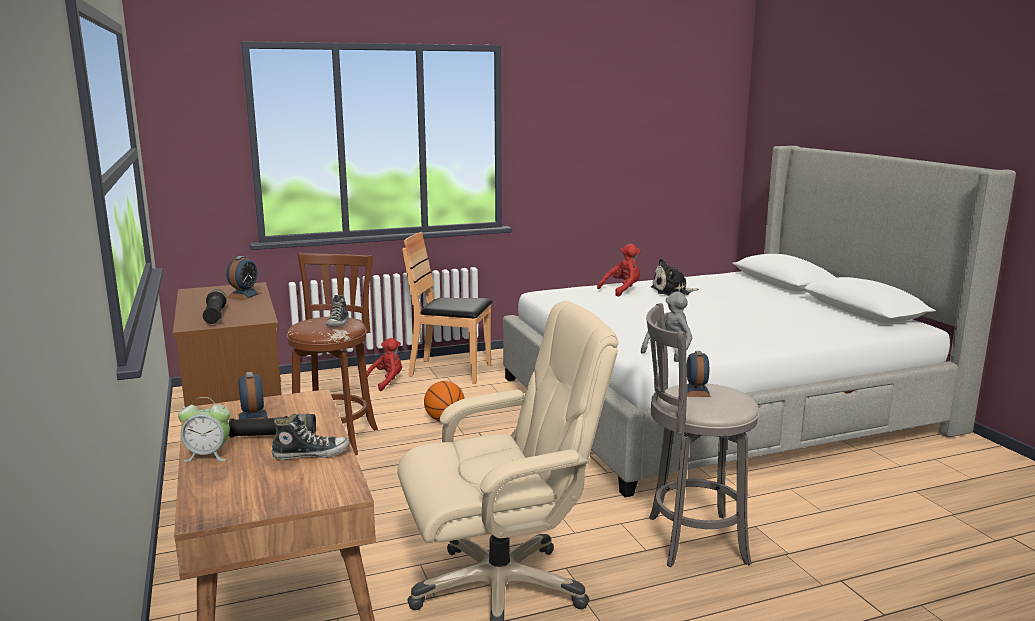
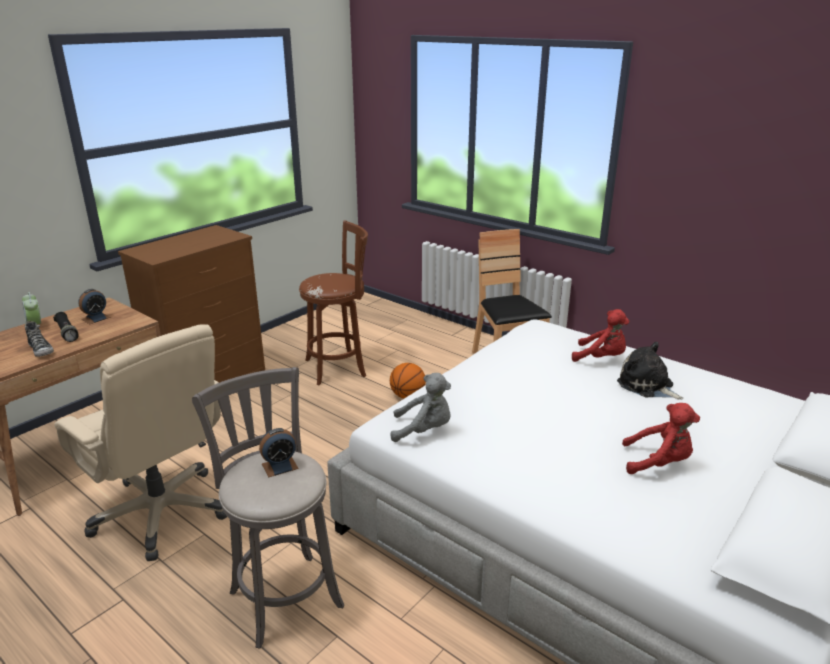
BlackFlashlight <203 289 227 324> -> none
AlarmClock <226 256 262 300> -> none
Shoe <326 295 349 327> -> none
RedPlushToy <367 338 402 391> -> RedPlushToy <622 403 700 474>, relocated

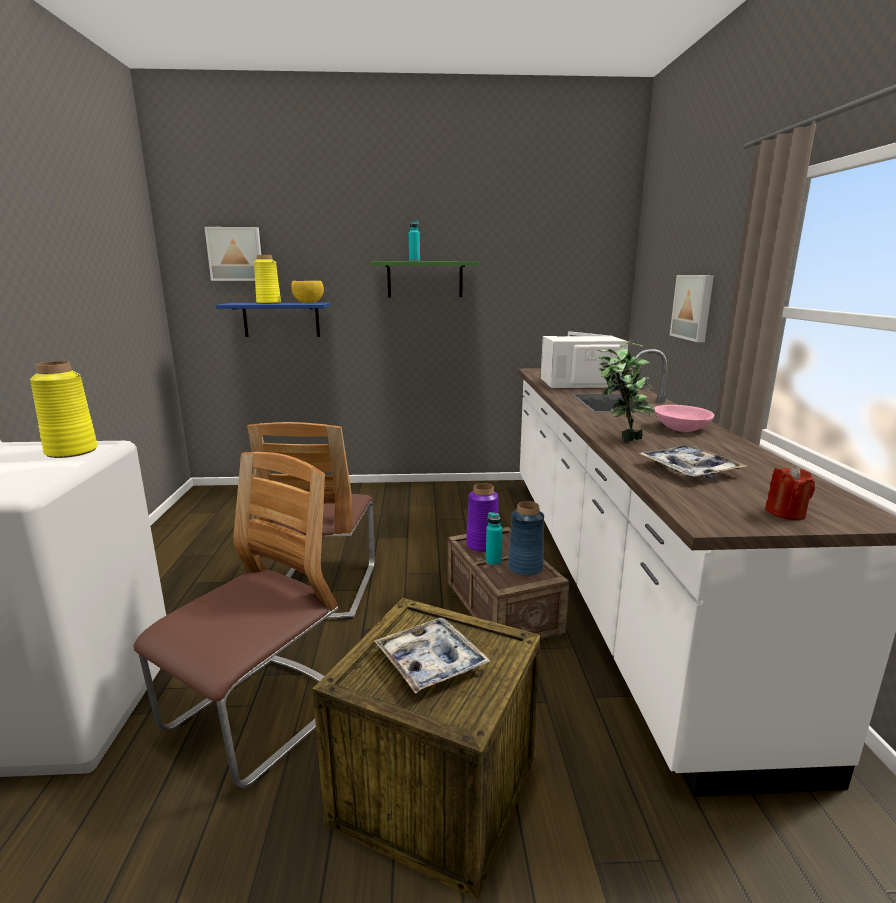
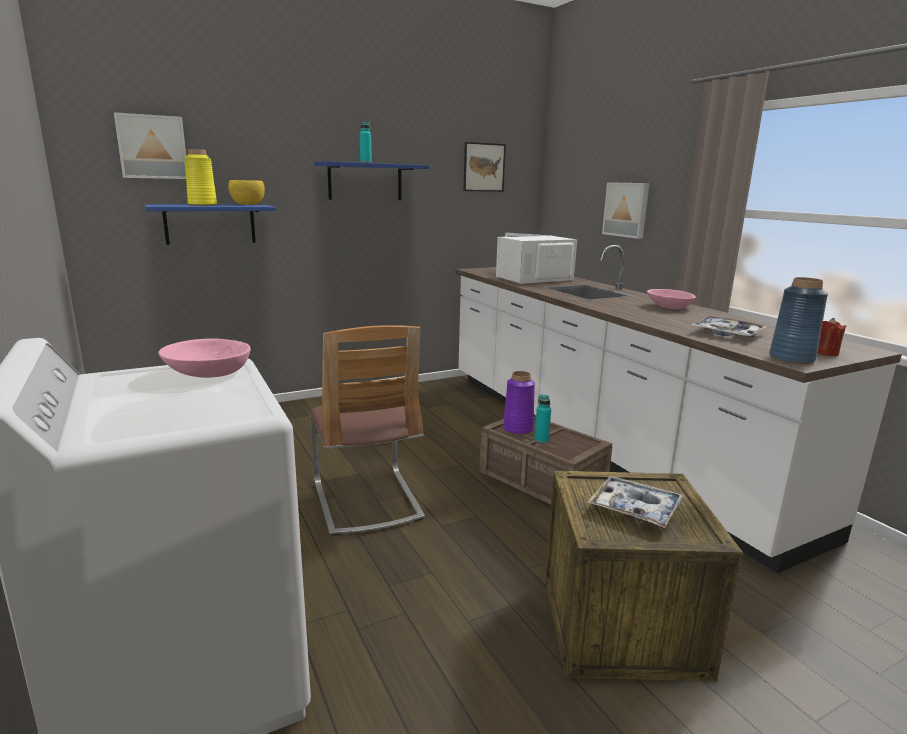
Chair <134 452 338 788> -> none
PottedPlant <597 341 657 441> -> none
none -> Picture <463 142 506 192>
BlueVase <508 501 544 576> -> BlueVase <769 277 828 364>, relocated
YellowVase <30 361 98 458> -> PinkBowl <158 339 251 378>
GreenShelf <371 261 479 297> -> BlueShelf <314 161 429 200>

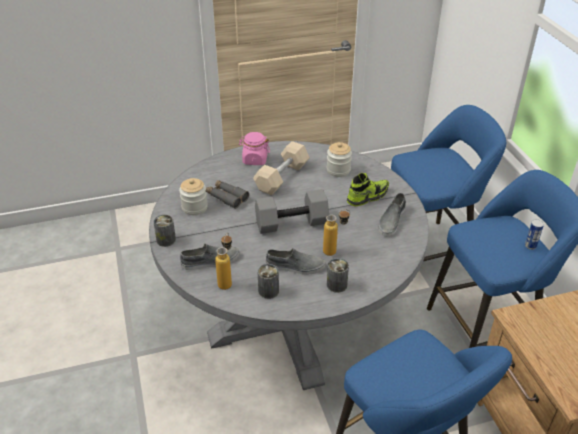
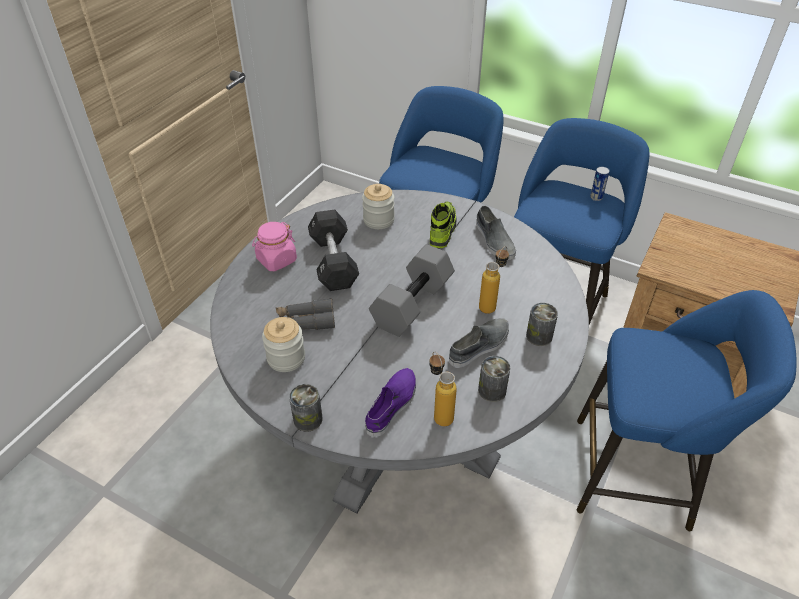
GreyShoe <180 244 239 270> -> PurpleShoe <365 368 416 437>
BeigeDumbbell <253 141 310 195> -> BlackDumbbell <308 210 359 291>

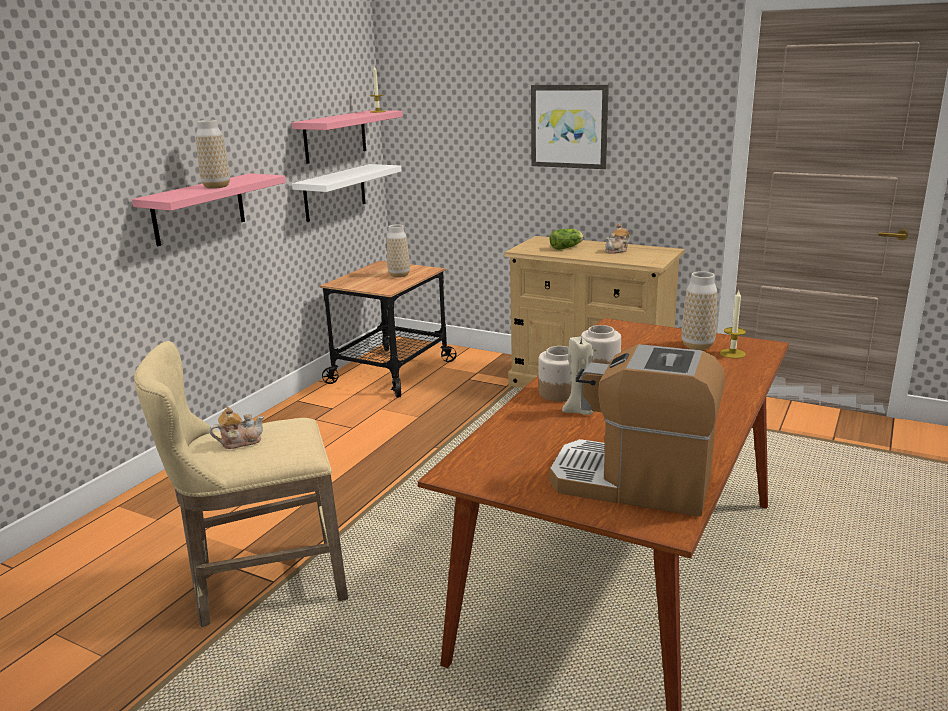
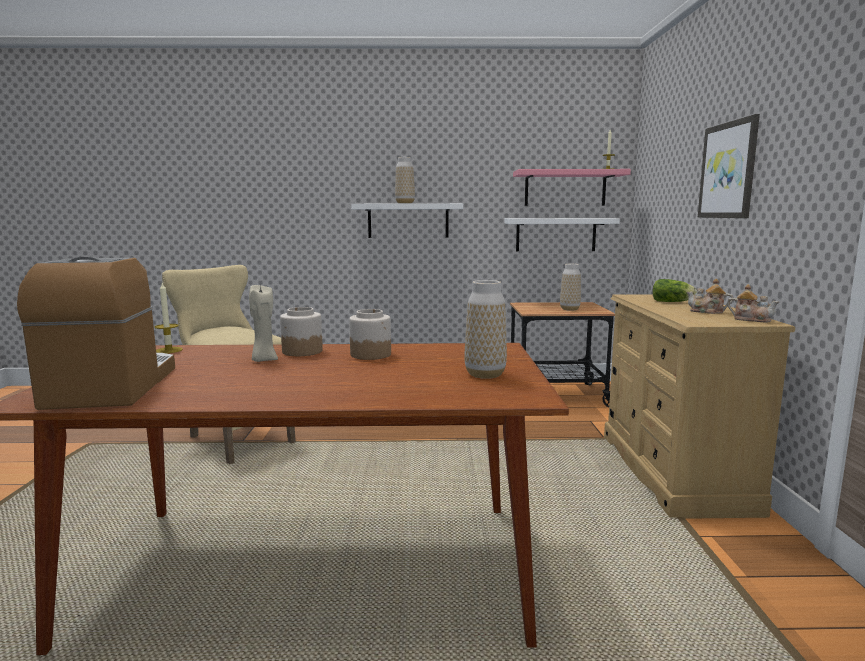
Teapot <209 407 265 449> -> Teapot <727 284 779 322>, relocated
Candle <720 291 746 358> -> Candle <154 283 183 354>, relocated
PinkShelf <132 173 286 246> -> WhiteShelf <351 203 463 238>

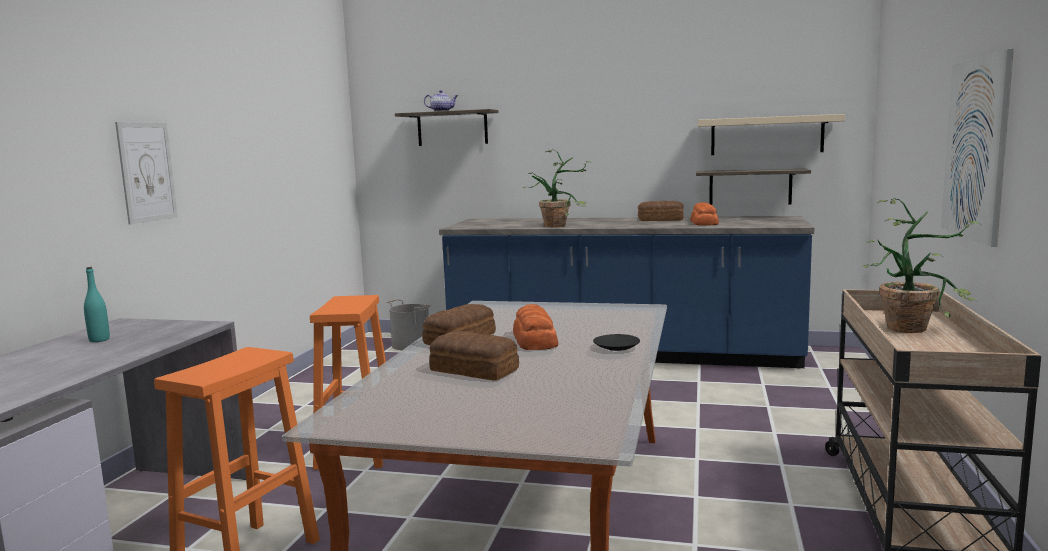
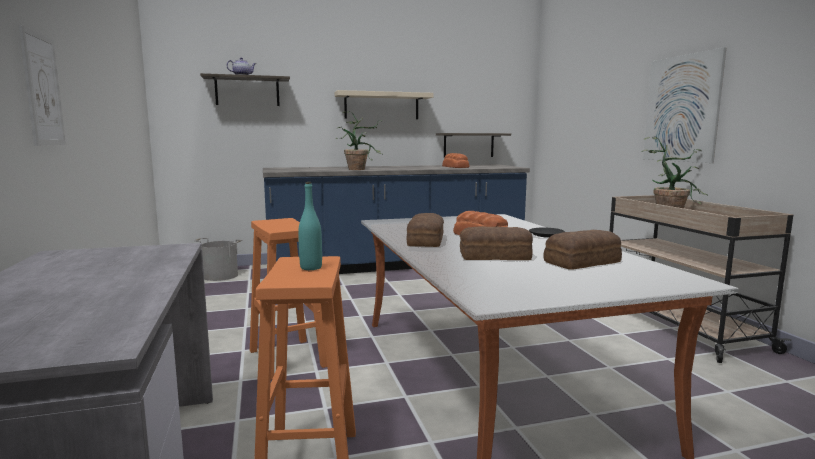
TurquoiseBottle <84 267 110 342> -> TurquoiseBottle <298 182 322 270>, relocated
Bread <638 201 684 221> -> Bread <543 230 622 270>, relocated
BeigeShelf <698 114 845 155> -> BeigeShelf <335 90 434 119>, relocated

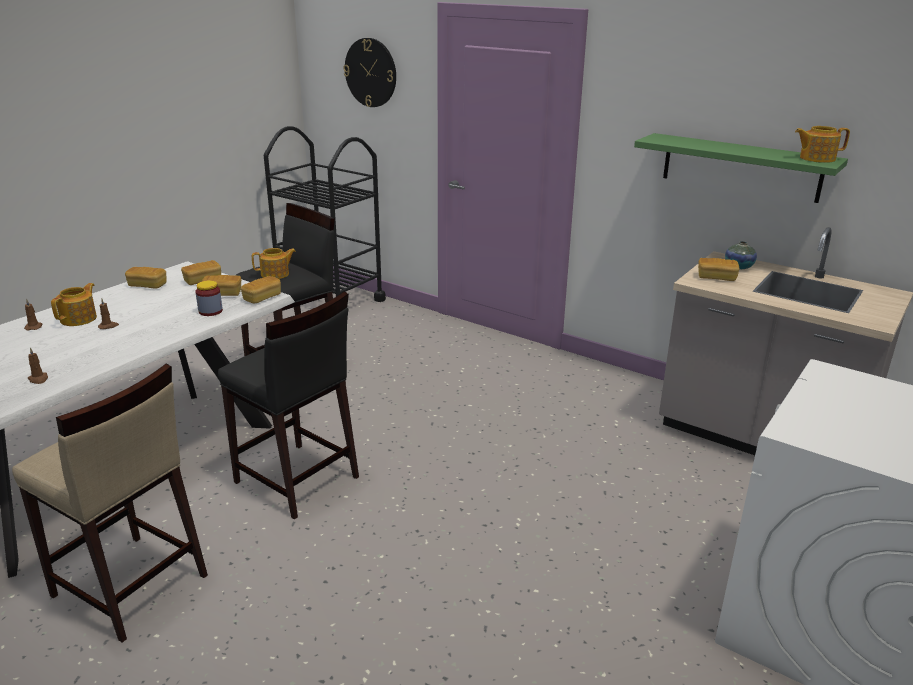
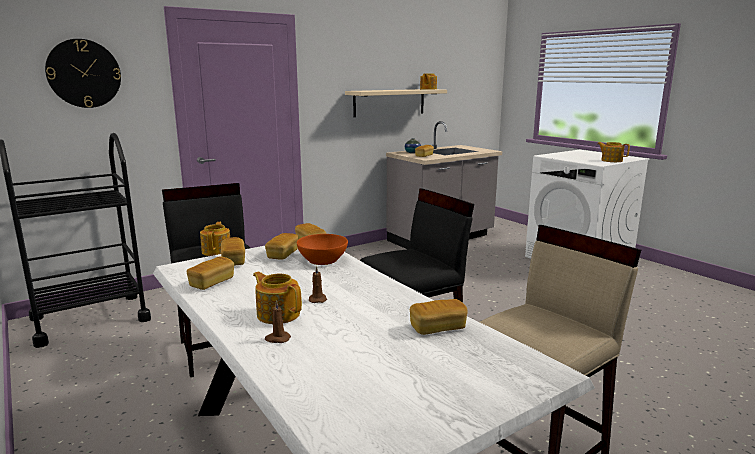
none -> Teapot <597 142 630 162>
BrownCandle <27 348 48 384> -> Bread <410 299 468 335>
Jar <195 281 223 316> -> OrangeBowl <297 234 348 265>
GreenShelf <634 133 848 203> -> BeigeShelf <345 89 447 117>

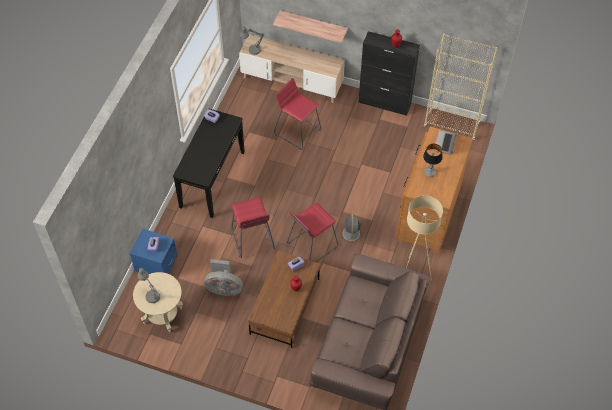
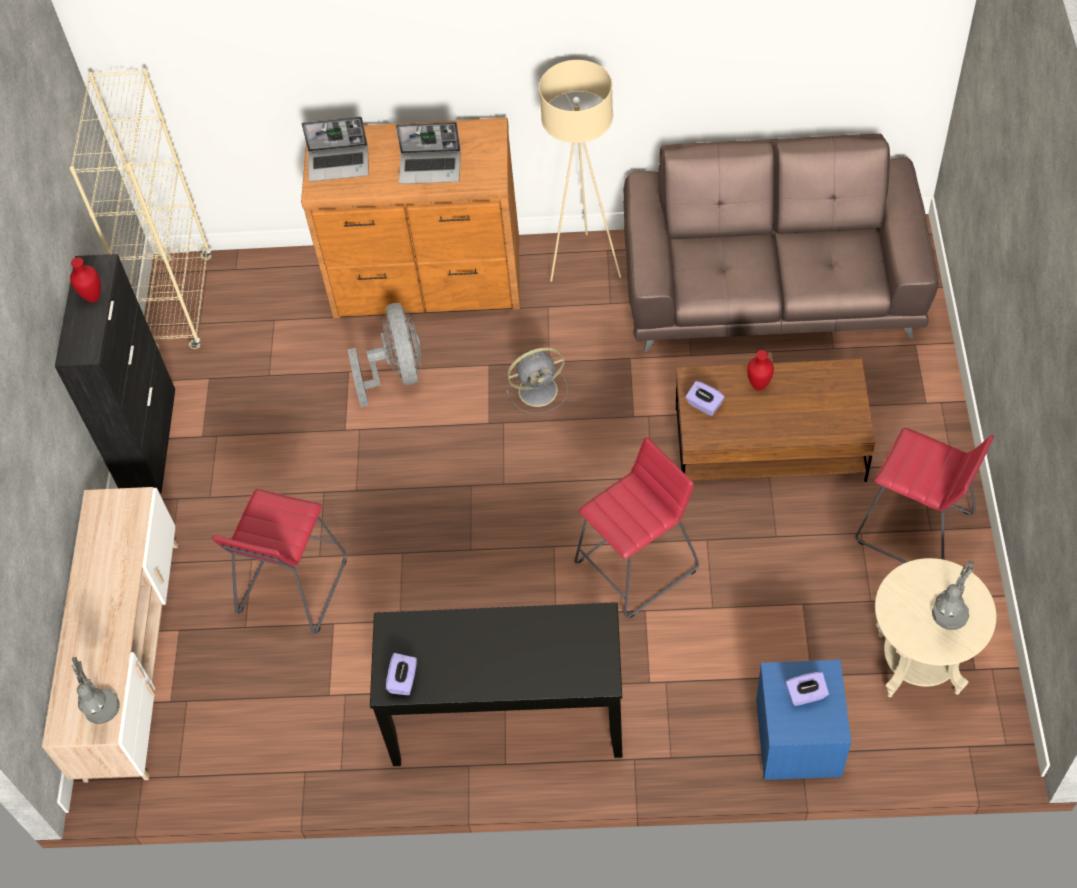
Shelf <273 11 348 43> -> none
GreyFan <204 259 243 296> -> GreyFan <348 303 421 407>, relocated
RedStool <287 202 338 262> -> RedStool <855 428 994 563>, relocated
TableLamp <423 144 443 177> -> Laptop <396 122 461 184>

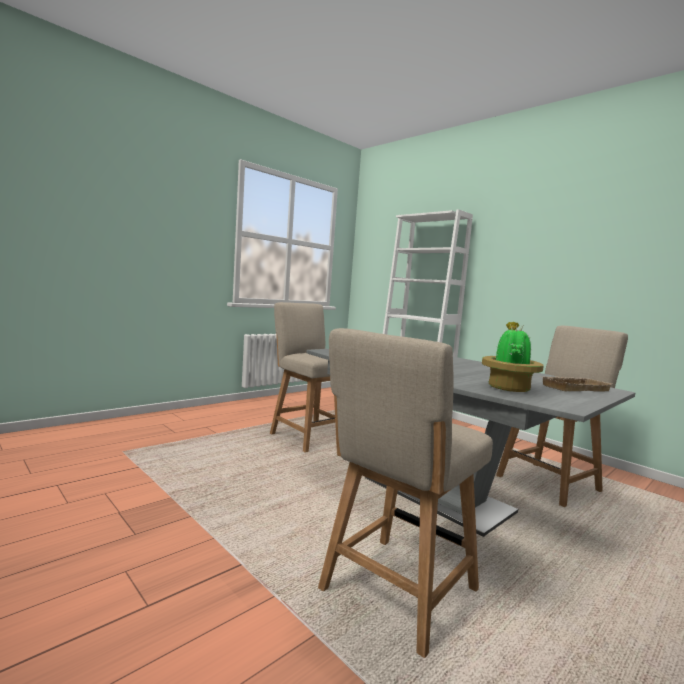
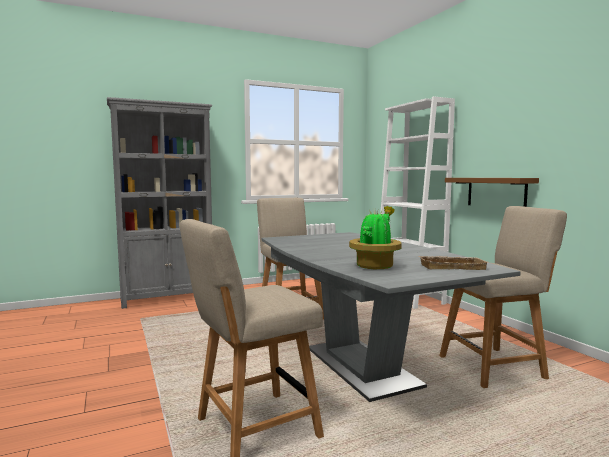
none -> GreyBookcase <107 97 212 309>
none -> BrownShelf <445 178 539 207>

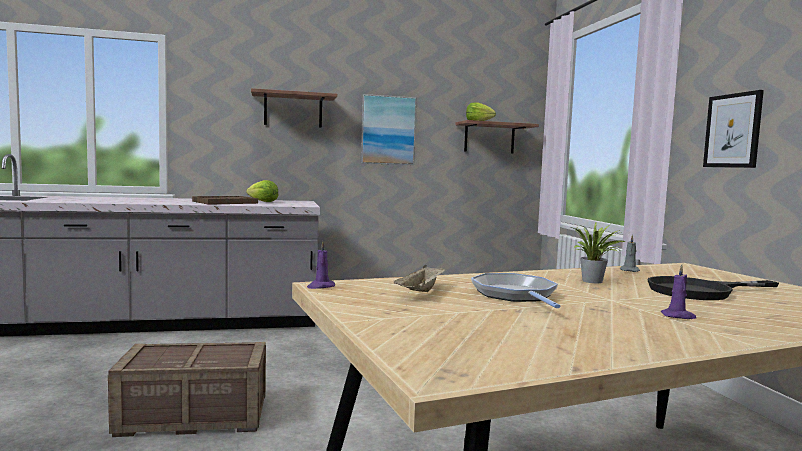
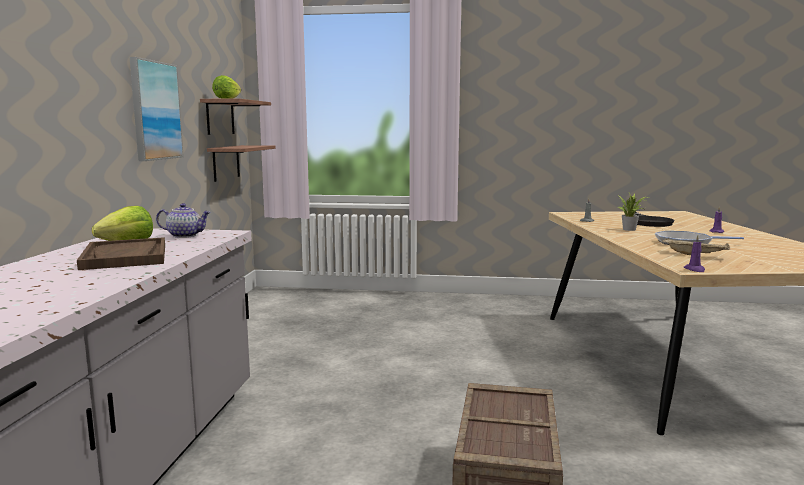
Picture <703 90 764 168> -> none
none -> Teapot <156 203 211 238>
Shelf <251 88 337 128> -> Shelf <207 145 275 182>, relocated

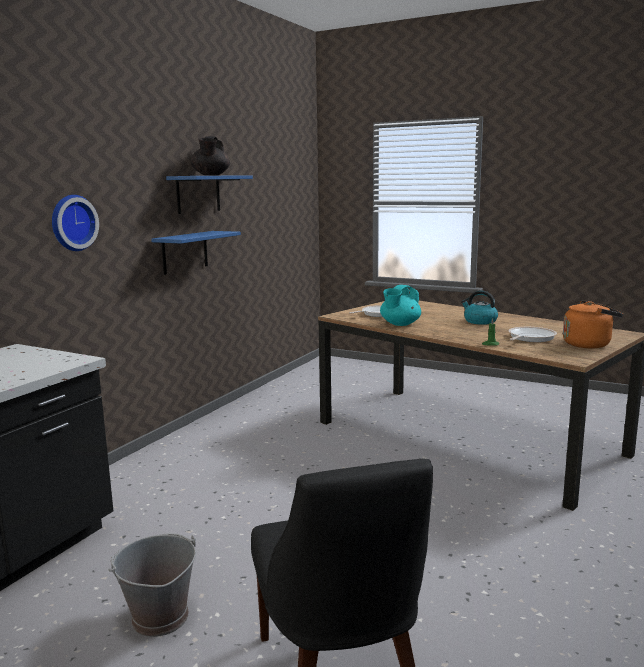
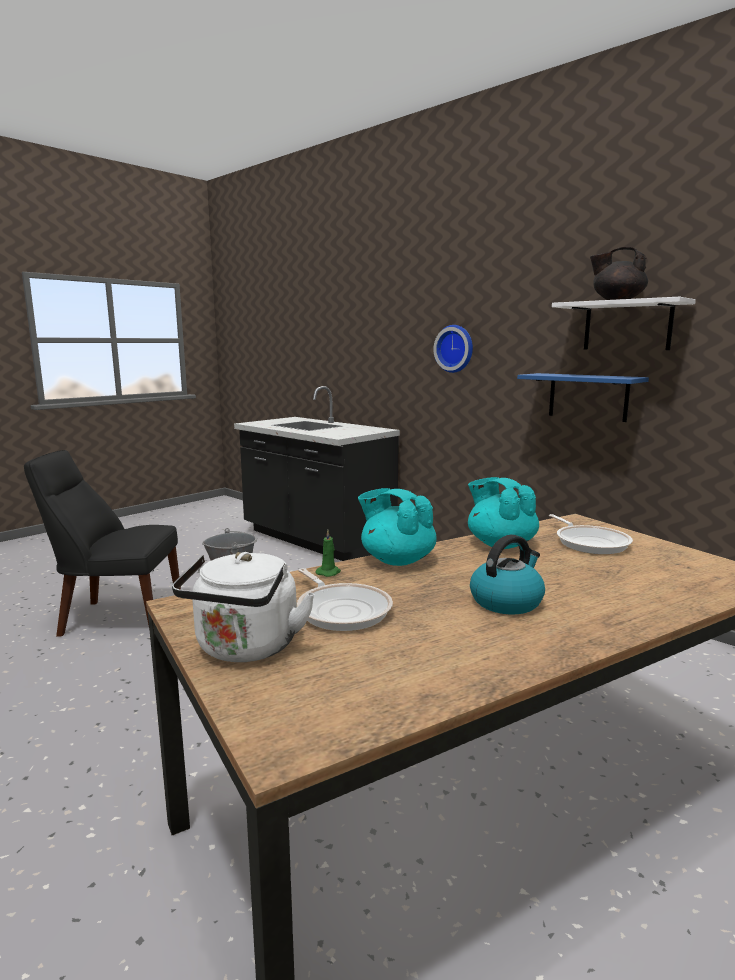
none -> TurquoiseTeapot <358 488 437 566>
BlueShelf <166 175 253 214> -> WhiteShelf <552 297 696 350>
OrangeKettle <563 300 623 348> -> WhiteKettle <172 552 315 662>

